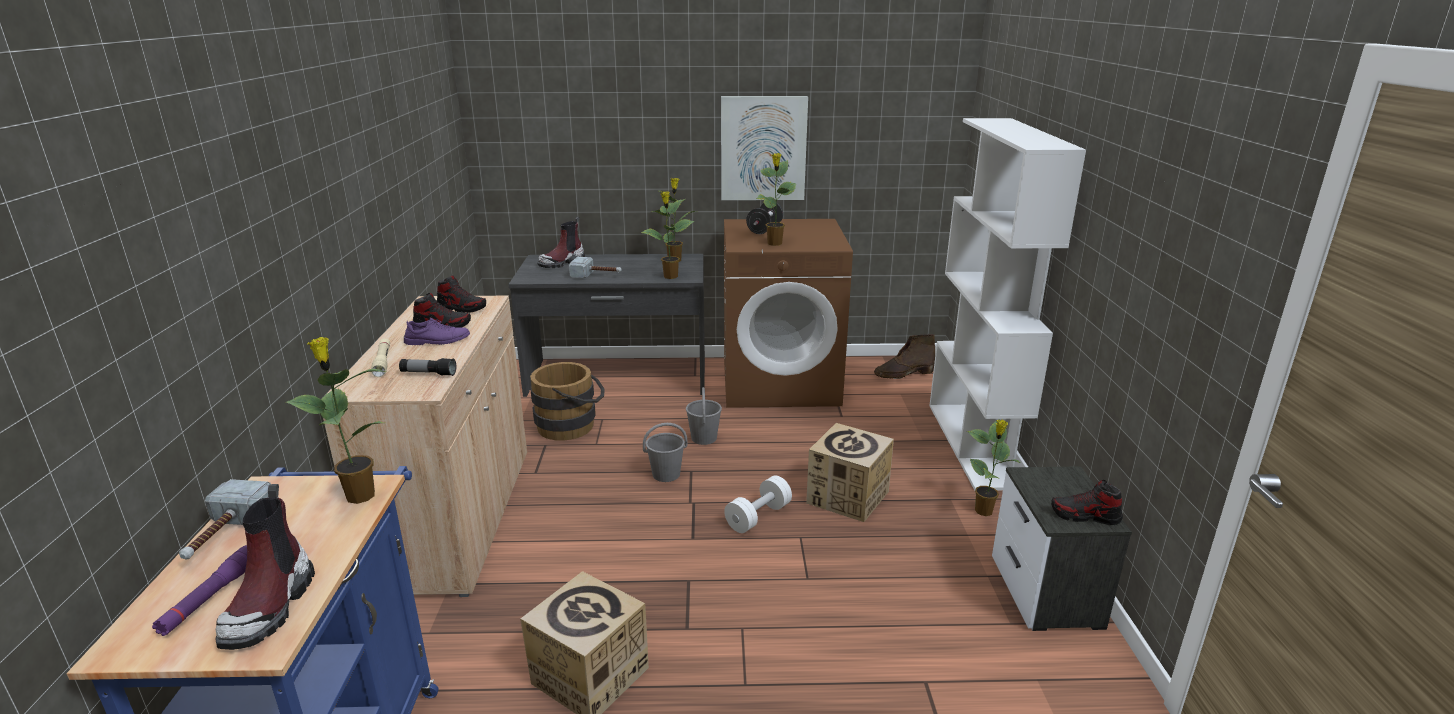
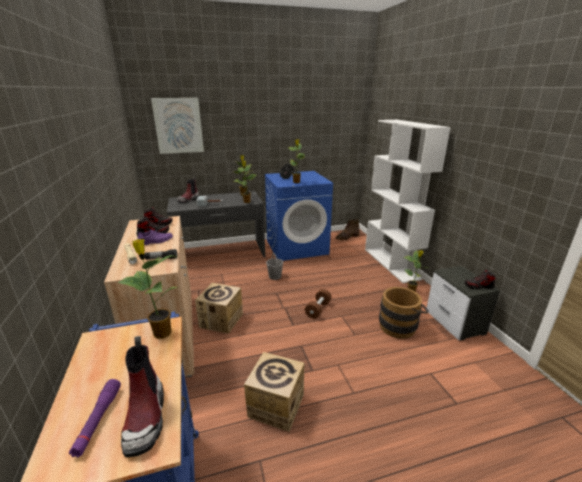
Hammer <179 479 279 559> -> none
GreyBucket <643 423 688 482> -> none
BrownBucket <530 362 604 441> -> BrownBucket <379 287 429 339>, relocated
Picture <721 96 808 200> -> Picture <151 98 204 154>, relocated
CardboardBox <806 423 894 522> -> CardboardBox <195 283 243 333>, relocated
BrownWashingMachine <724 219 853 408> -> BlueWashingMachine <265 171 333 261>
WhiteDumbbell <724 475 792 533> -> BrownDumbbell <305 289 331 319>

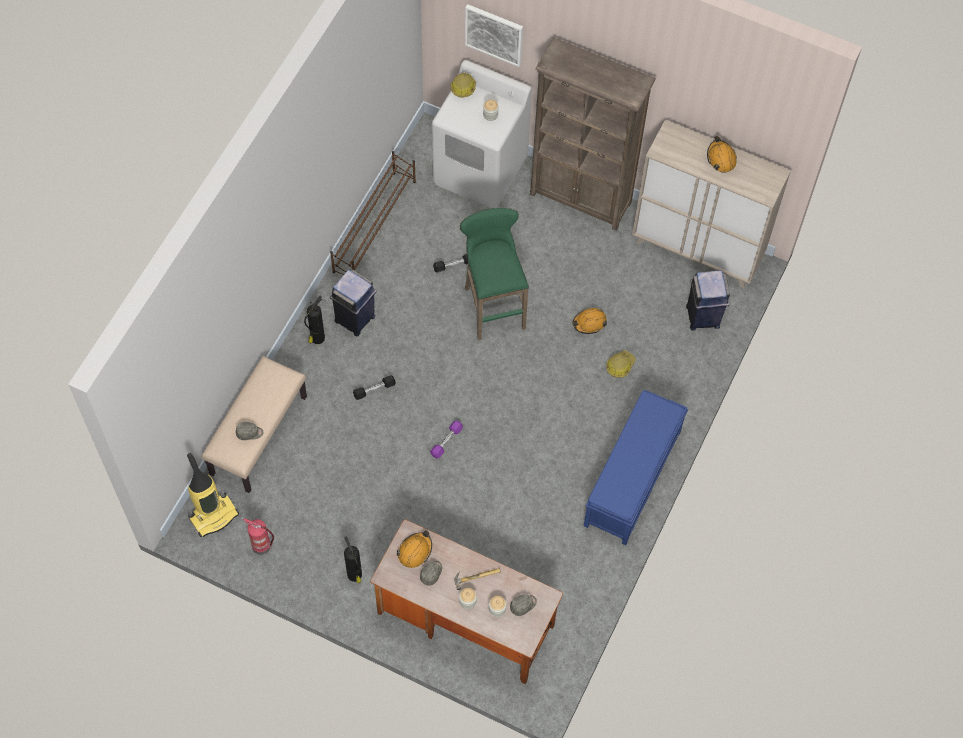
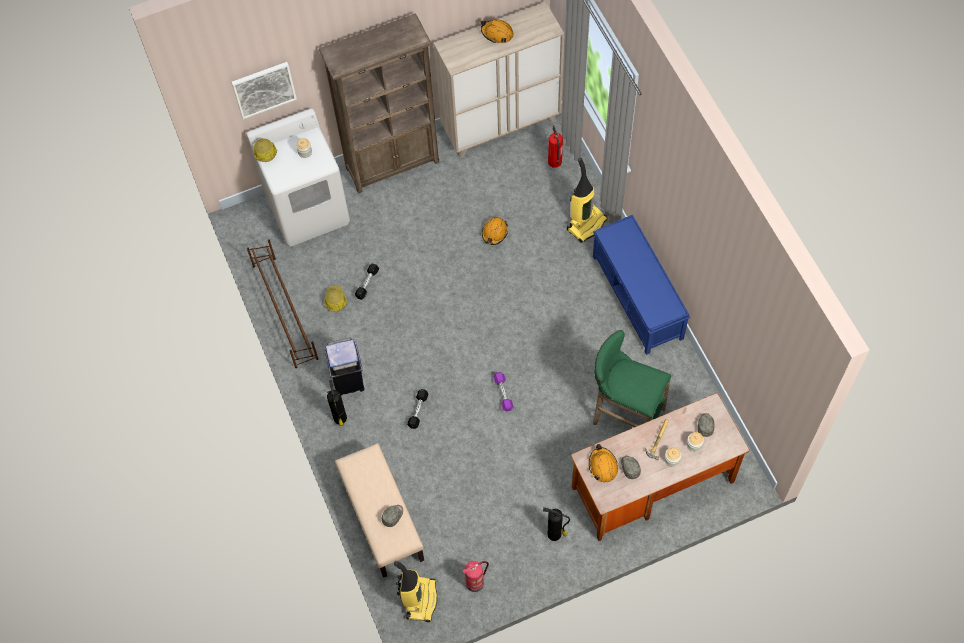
none -> VacuumCleaner <567 158 607 243>
GreenStool <460 208 529 340> -> GreenStool <593 330 671 427>, relocated
HardHat <606 350 635 378> -> HardHat <324 286 347 312>, relocated
BlueTrashCan <686 270 730 331> -> FireExtinguisher <548 125 563 168>

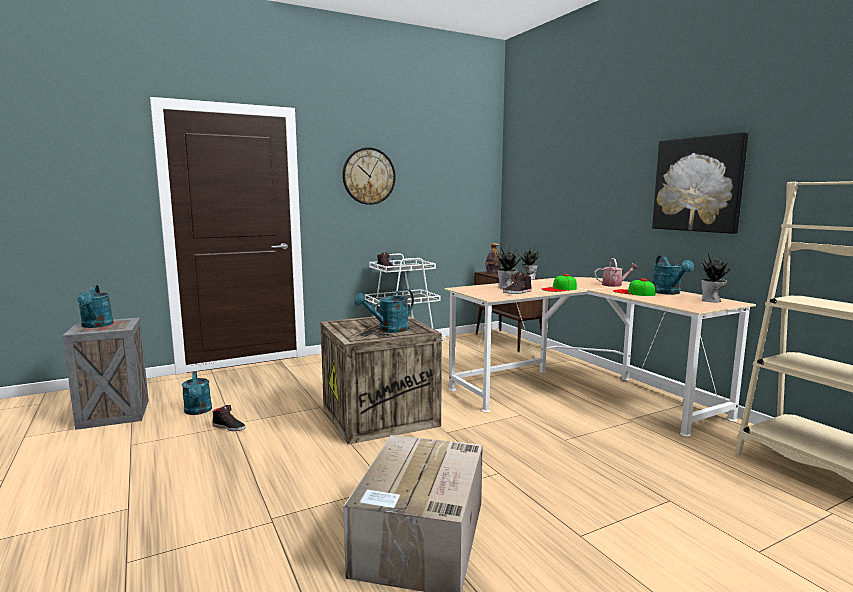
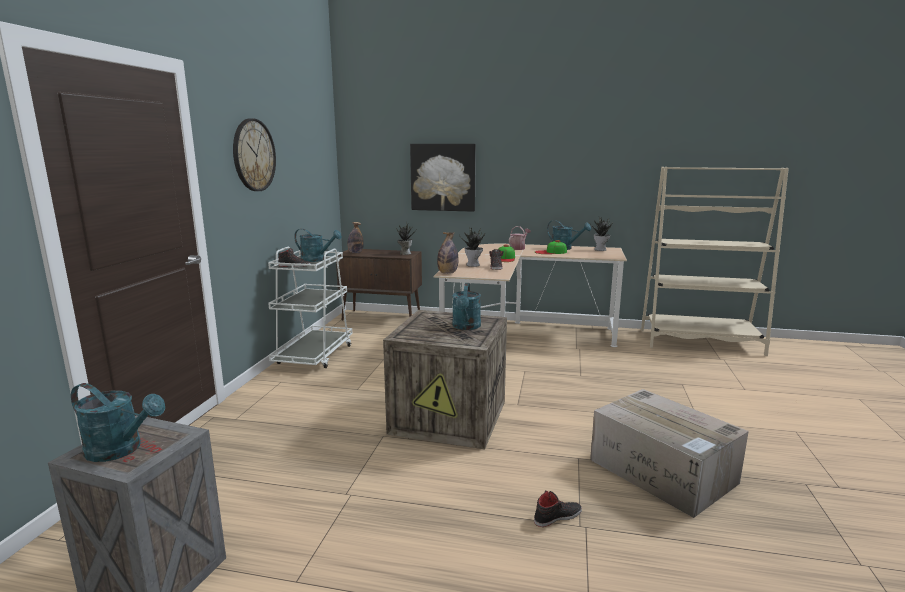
none -> Bottle <437 232 459 274>
TurquoiseWateringCan <182 371 212 415> -> TurquoiseWateringCan <294 229 342 262>, relocated
BlackShoe <212 405 246 431> -> BlackShoe <534 490 582 527>, relocated
Picture <652 132 748 234> -> Picture <410 144 476 212>, relocated

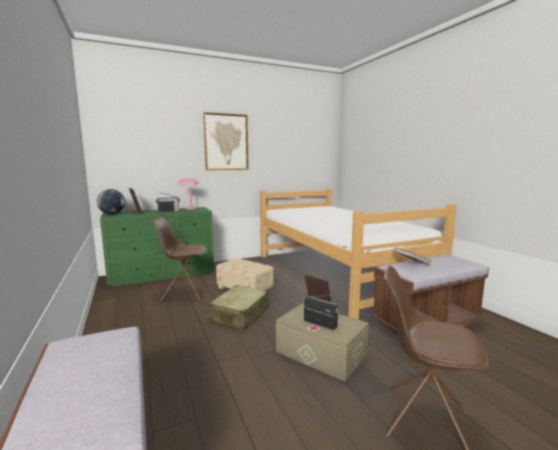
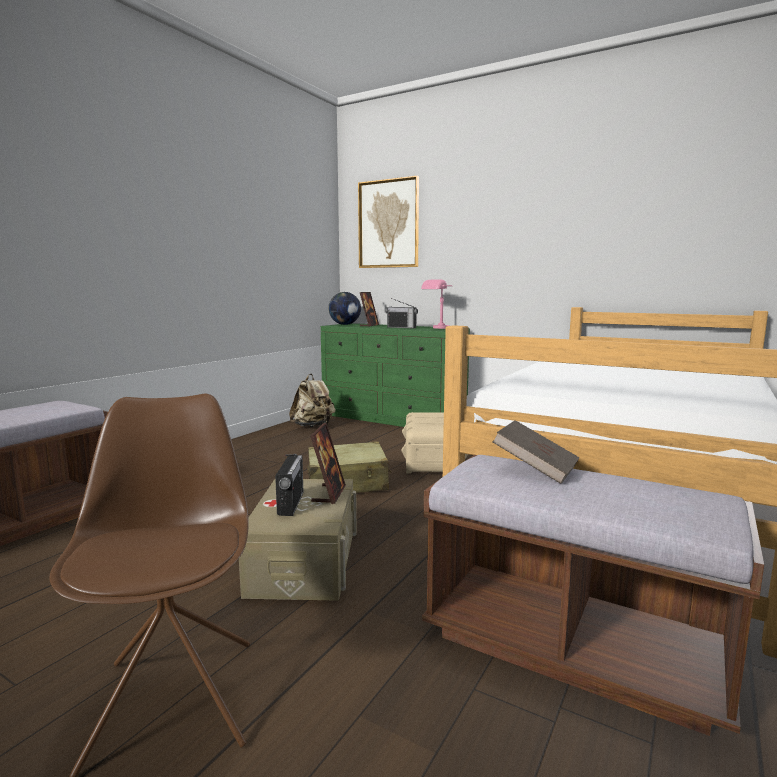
BrownChair <152 217 207 301> -> none
none -> BeigeBackpack <289 374 335 427>
Picture <203 112 249 170> -> Picture <358 176 419 268>, relocated

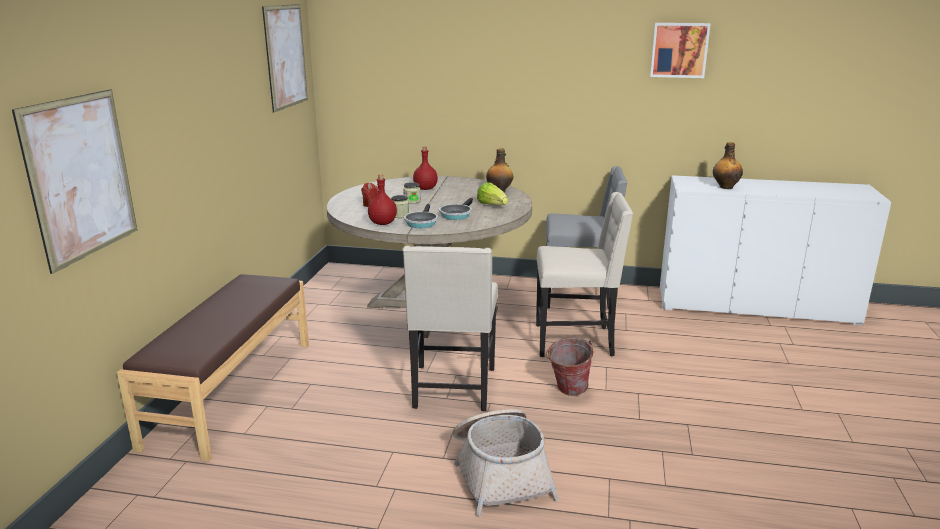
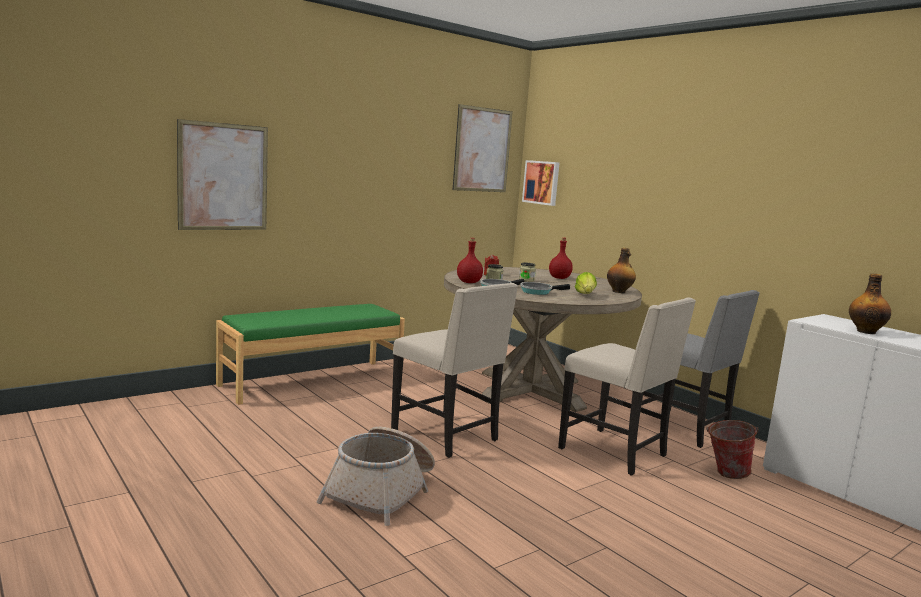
Bucket <546 337 594 396> -> Bucket <706 420 759 479>, relocated
Picture <650 23 711 78> -> Picture <522 160 560 206>, relocated
BrownBench <117 274 309 462> -> GreenBench <216 304 405 405>
BeigeChair <402 246 498 412> -> BeigeChair <391 283 518 458>, 90 degrees counterclockwise

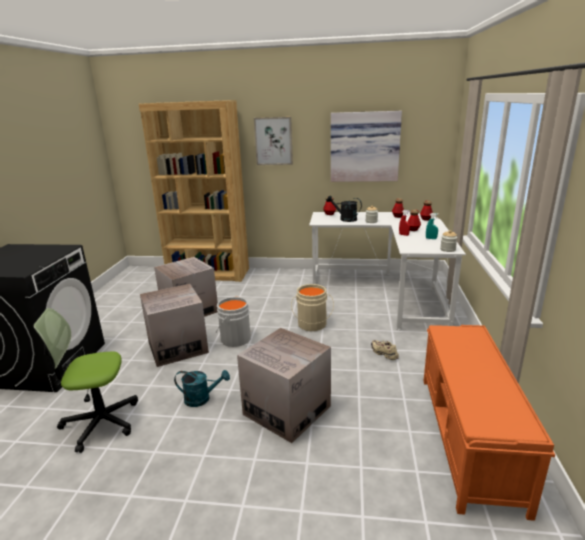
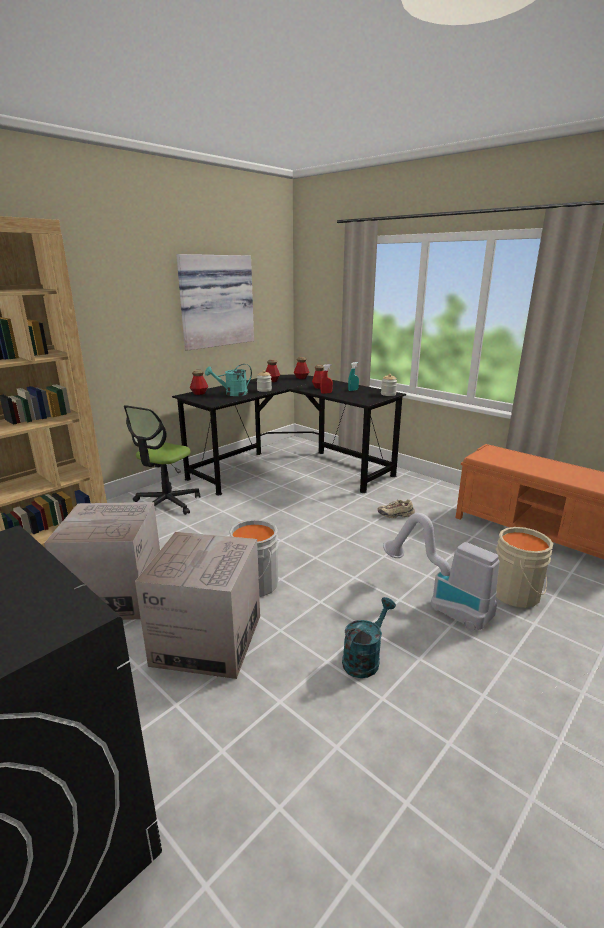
Picture <254 117 293 165> -> none
OfficeChair <33 308 138 453> -> OfficeChair <124 405 200 515>, relocated
BeigeBucket <291 284 334 331> -> BeigeBucket <496 527 553 608>, relocated
CardboardBox <237 328 331 443> -> VacuumCleaner <383 513 500 632>
WhiteDesk <309 212 466 330> -> BlackDesk <172 375 406 495>
BlackWateringCan <326 196 362 222> -> TurquoiseWateringCan <205 364 252 396>

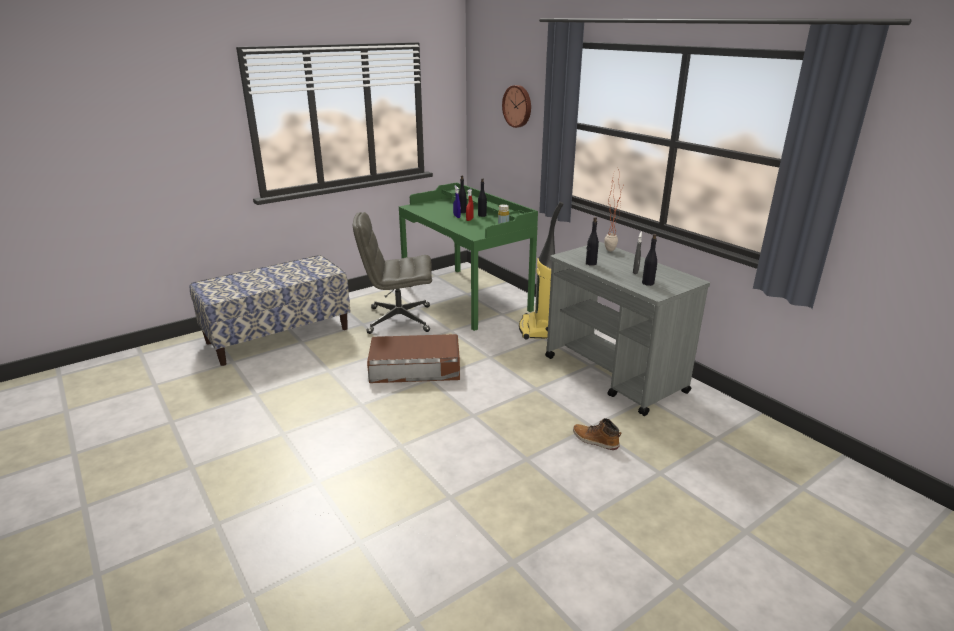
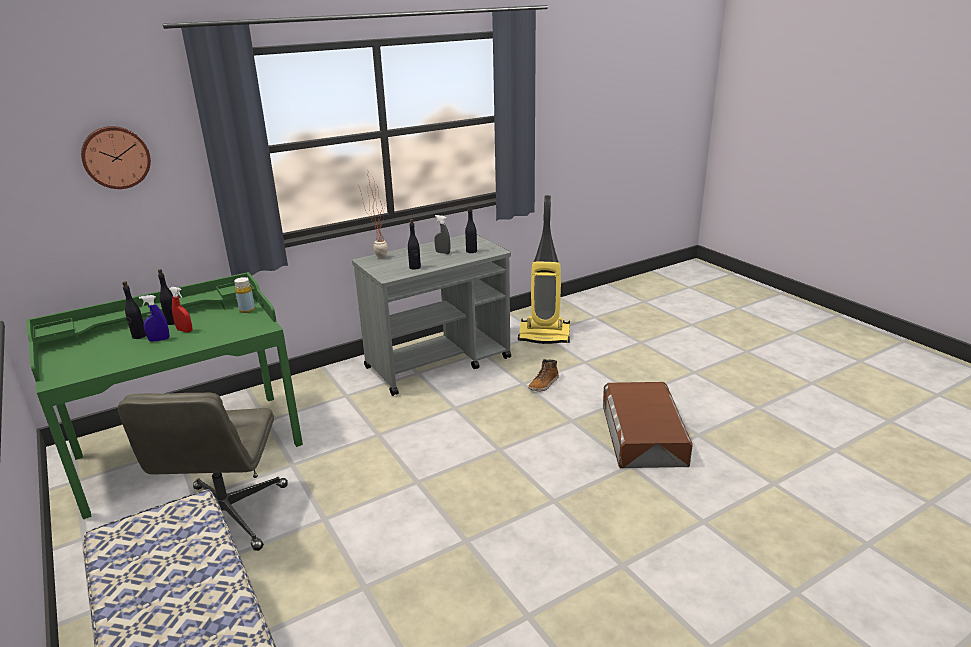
BrownStorageBox <367 334 460 383> -> BrownStorageBox <603 382 693 468>, relocated
VacuumCleaner <519 202 563 340> -> VacuumCleaner <518 195 570 344>, relocated

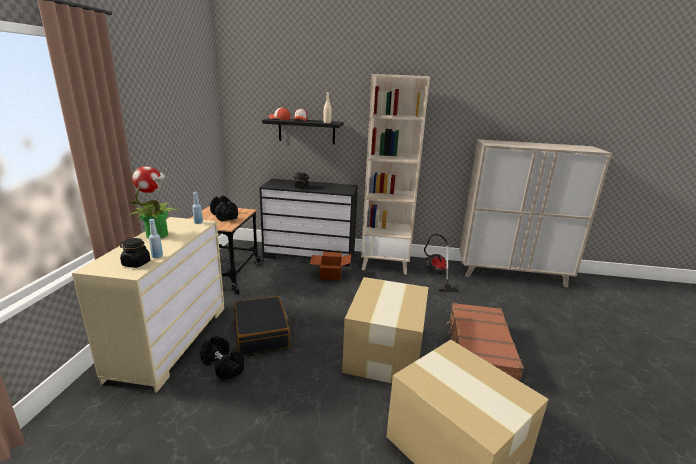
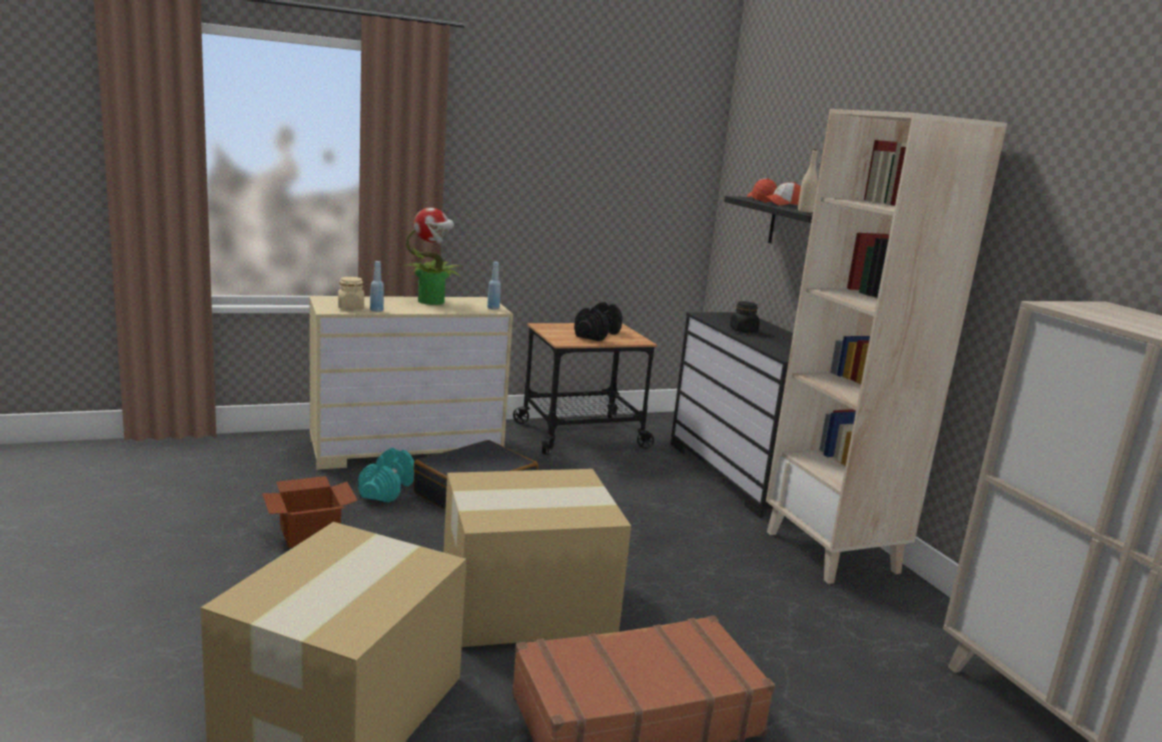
VacuumCleaner <424 234 460 292> -> none
CardboardBox <310 252 351 280> -> CardboardBox <262 476 358 548>, relocated
BlackJar <120 238 151 268> -> BeigeJar <338 277 364 310>
BlackDumbbell <200 336 244 380> -> TurquoiseDumbbell <358 448 414 503>

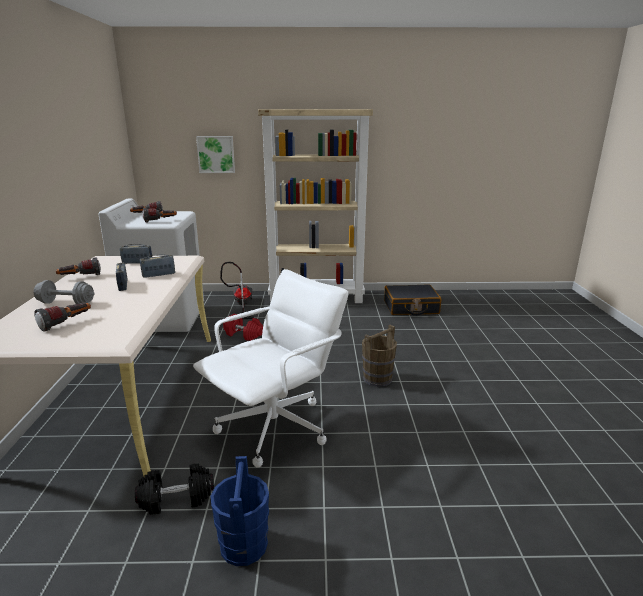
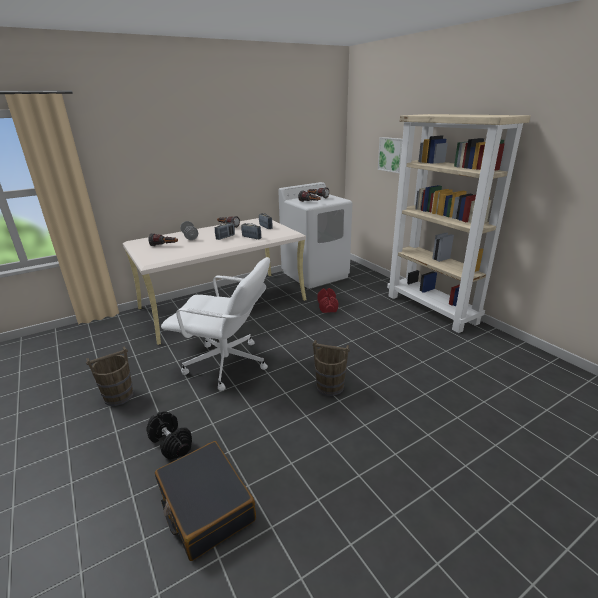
VacuumCleaner <220 262 254 319> -> none
BlackDumbbell <135 464 214 515> -> BlackDumbbell <146 412 192 460>, relocated
BlackSuitcase <384 285 441 316> -> BlackSuitcase <155 441 256 561>, relocated
BlueBucket <210 456 269 566> -> BrownBucket <86 346 134 406>

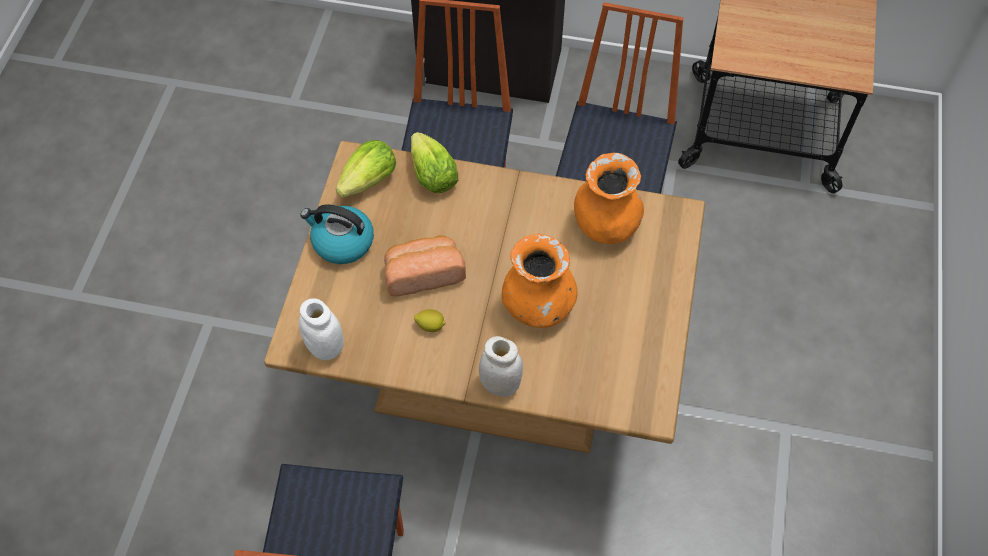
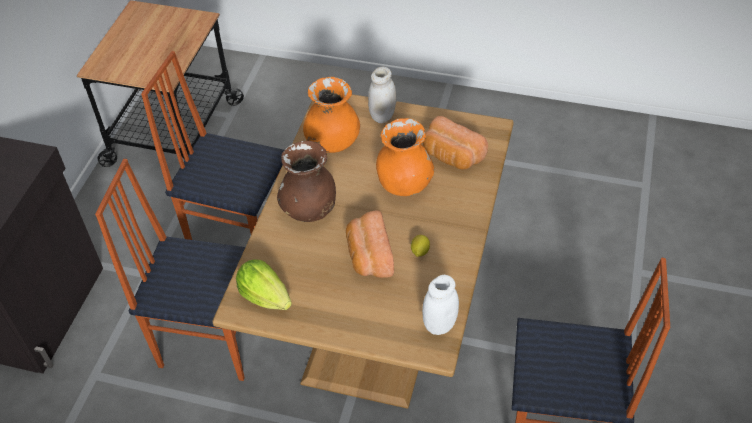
Kettle <300 204 374 264> -> none
Lettuce <411 132 458 193> -> none
none -> BrownVase <277 141 336 222>
none -> Bread <423 116 488 170>
WhiteJar <479 336 523 397> -> WhiteJar <368 67 396 123>, relocated

